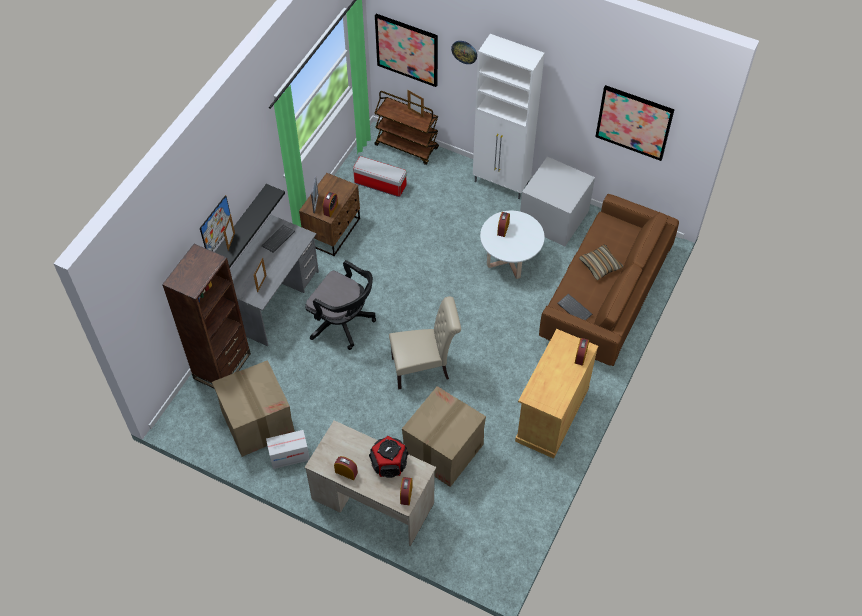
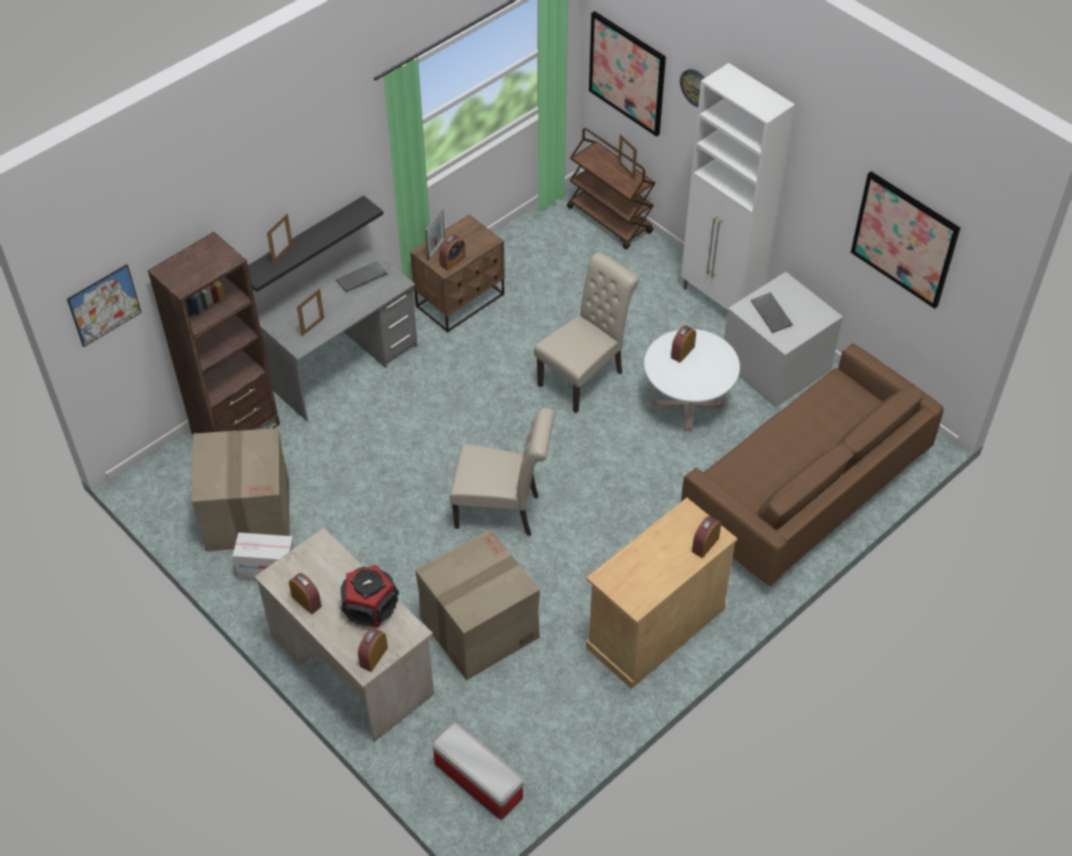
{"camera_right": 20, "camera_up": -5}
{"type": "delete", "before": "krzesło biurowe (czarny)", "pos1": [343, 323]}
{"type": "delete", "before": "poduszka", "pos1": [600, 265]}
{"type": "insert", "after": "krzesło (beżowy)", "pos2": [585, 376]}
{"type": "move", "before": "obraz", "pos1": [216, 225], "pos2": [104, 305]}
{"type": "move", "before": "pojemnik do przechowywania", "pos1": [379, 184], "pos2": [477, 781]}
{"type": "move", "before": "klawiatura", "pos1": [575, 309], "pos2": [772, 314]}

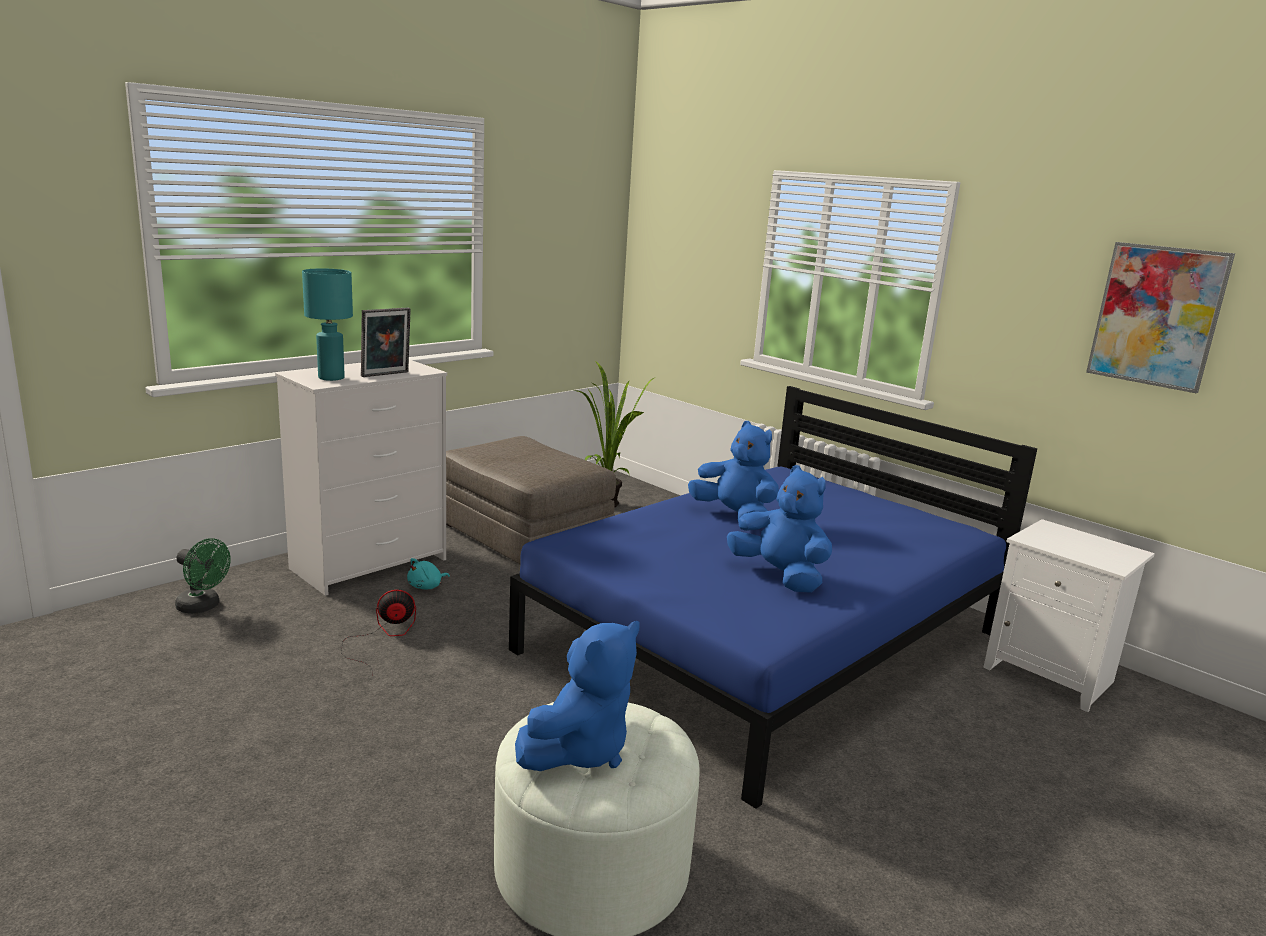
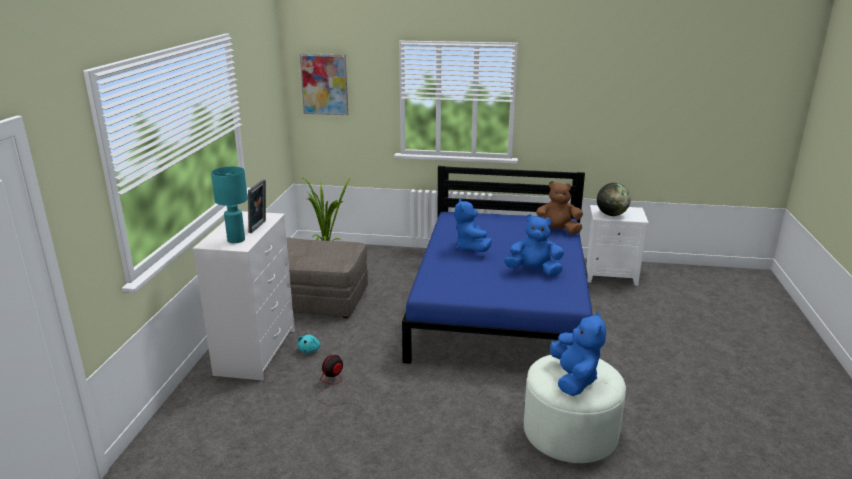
{"camera_right": -35, "camera_up": 5}
{"type": "delete", "before": "wentylator (zielony)", "pos1": [203, 607]}
{"type": "insert", "after": "pluszak (brązowy)", "pos2": [556, 231]}
{"type": "insert", "after": "globus", "pos2": [611, 215]}
{"type": "move", "before": "obraz", "pos1": [1157, 316], "pos2": [324, 84]}
{"type": "rotate", "before": "pluszak (niebieski)", "pos1": [734, 517], "pos2": [471, 248], "turn": -105}

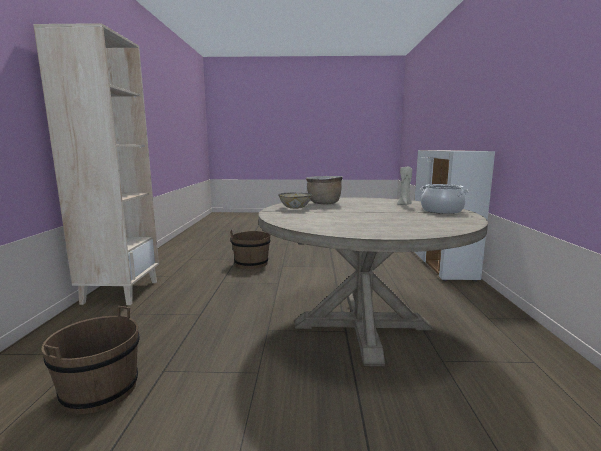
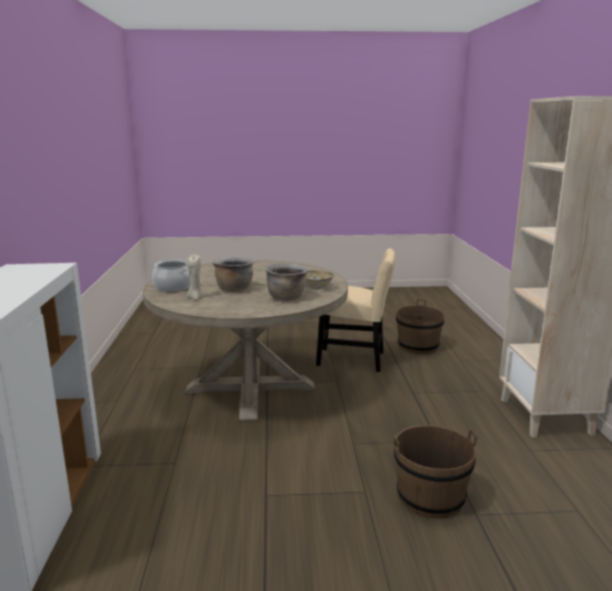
{"camera_right": 175, "camera_up": 5}
{"type": "insert", "after": "garnek (brązowy)", "pos2": [234, 289]}
{"type": "insert", "after": "krzesło (beżowy)", "pos2": [355, 359]}

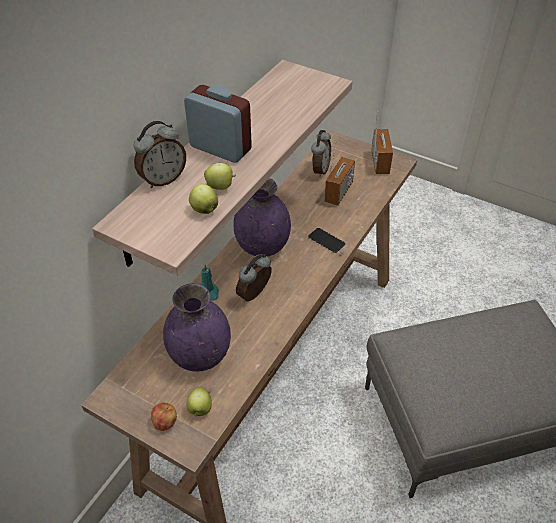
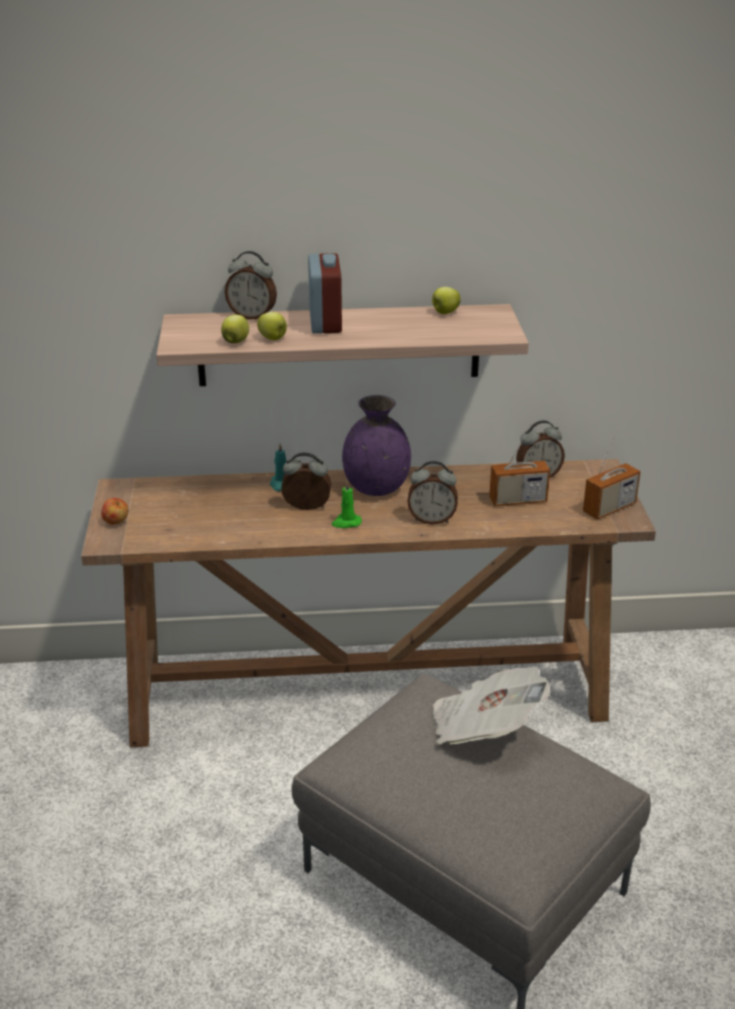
{"camera_right": 55, "camera_up": -15}
{"type": "delete", "before": "wazon (fioletowy)", "pos1": [199, 355]}
{"type": "insert", "after": "świeca (zielony)", "pos2": [346, 522]}
{"type": "insert", "after": "gazeta", "pos2": [484, 728]}
{"type": "move", "before": "jabłko", "pos1": [200, 409], "pos2": [444, 313]}
{"type": "replace", "before": "telefon", "after": "budzik", "pos1": [326, 240], "pos2": [432, 519]}

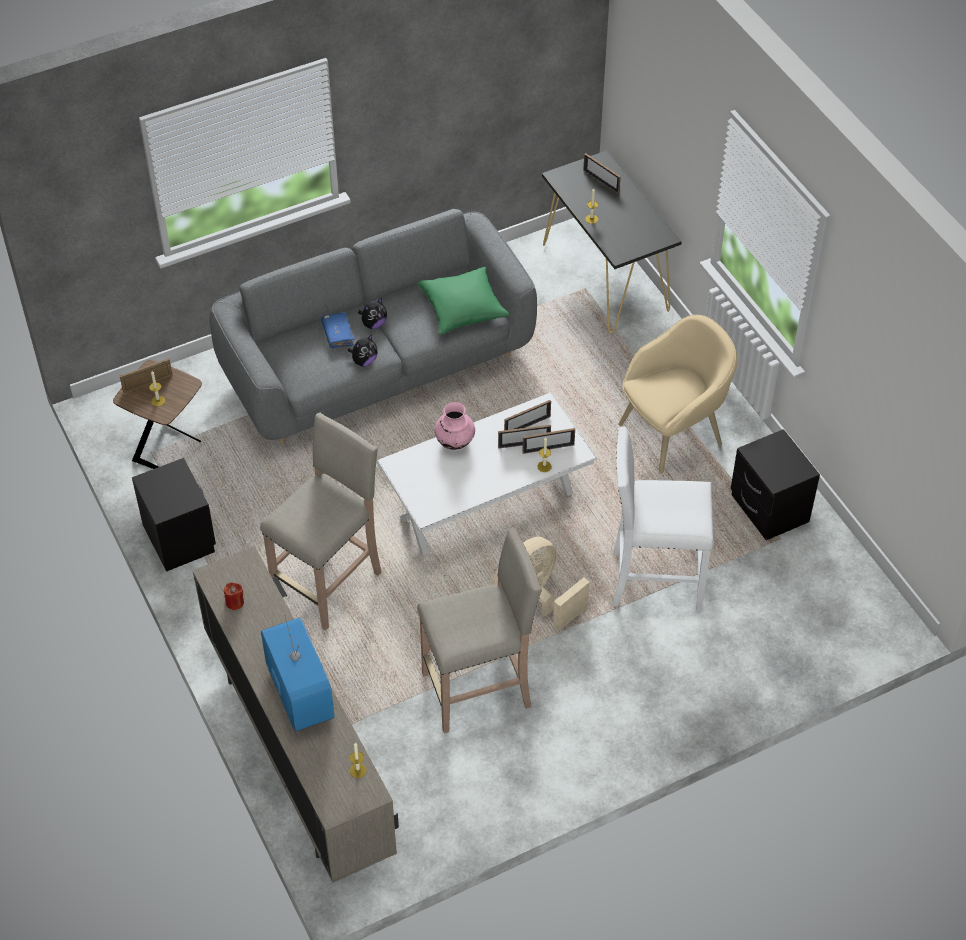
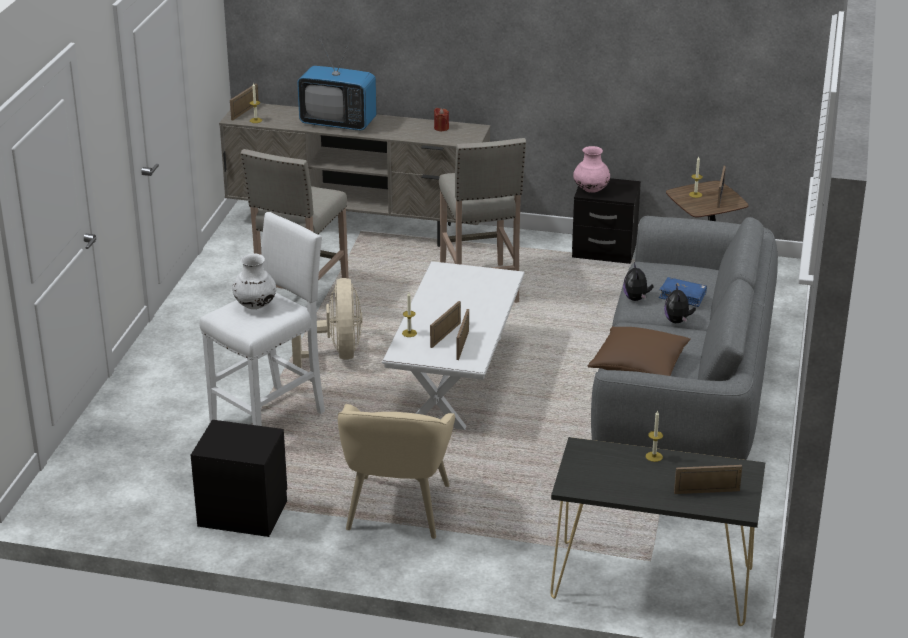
{"camera_right": 130, "camera_up": -20}
{"type": "insert", "after": "wazon (biały)", "pos2": [255, 305]}
{"type": "move", "before": "wazon (różowy)", "pos1": [454, 442], "pos2": [591, 190]}
{"type": "move", "before": "ramka na zdjęcie", "pos1": [548, 448], "pos2": [245, 111]}
{"type": "recolor", "before": "poduszka (zielony)", "after": "poduszka (brązowy)", "pos1": [463, 308], "pos2": [638, 366]}

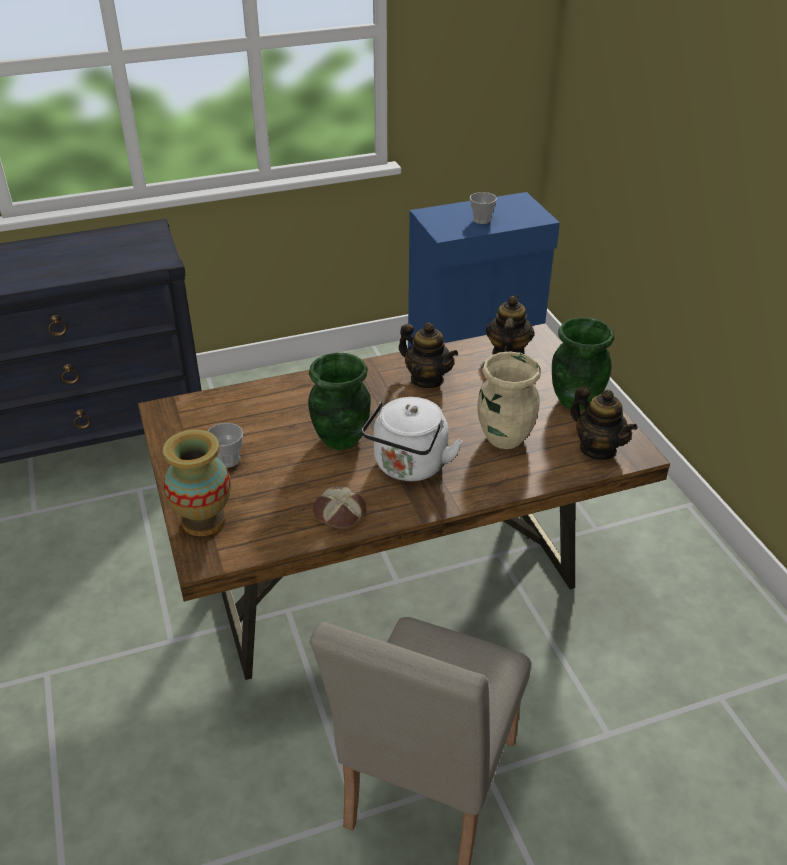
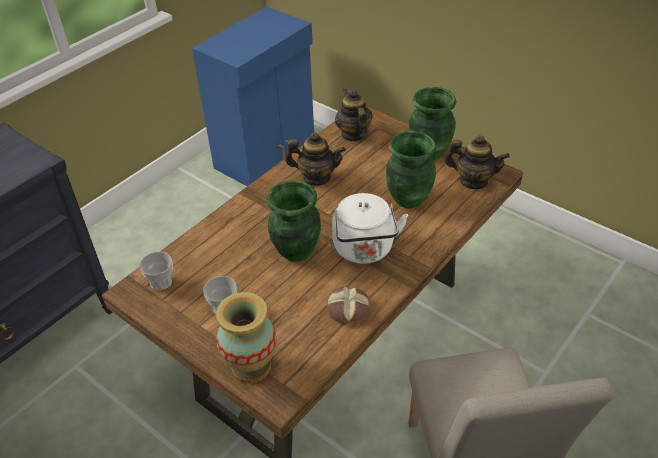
{"camera_right": -30, "camera_up": 5}
{"type": "move", "before": "filiżanka", "pos1": [481, 220], "pos2": [161, 282]}
{"type": "recolor", "before": "wazon (beżowy)", "after": "wazon (zielony)", "pos1": [504, 437], "pos2": [408, 199]}

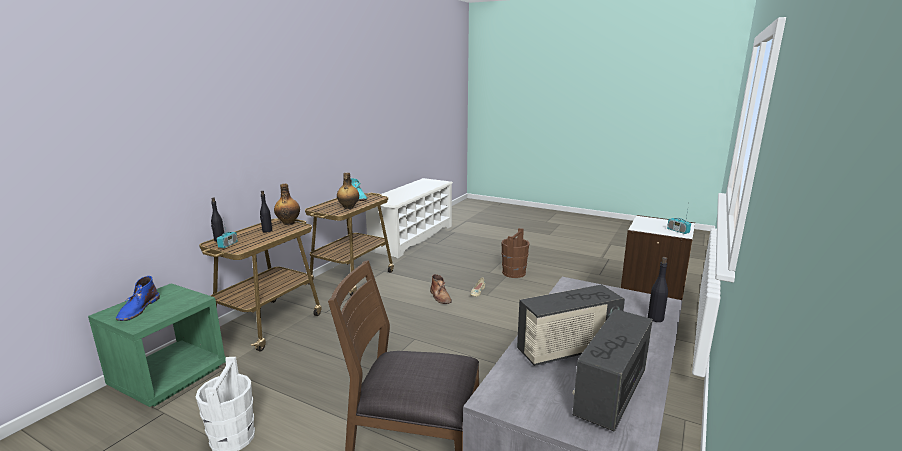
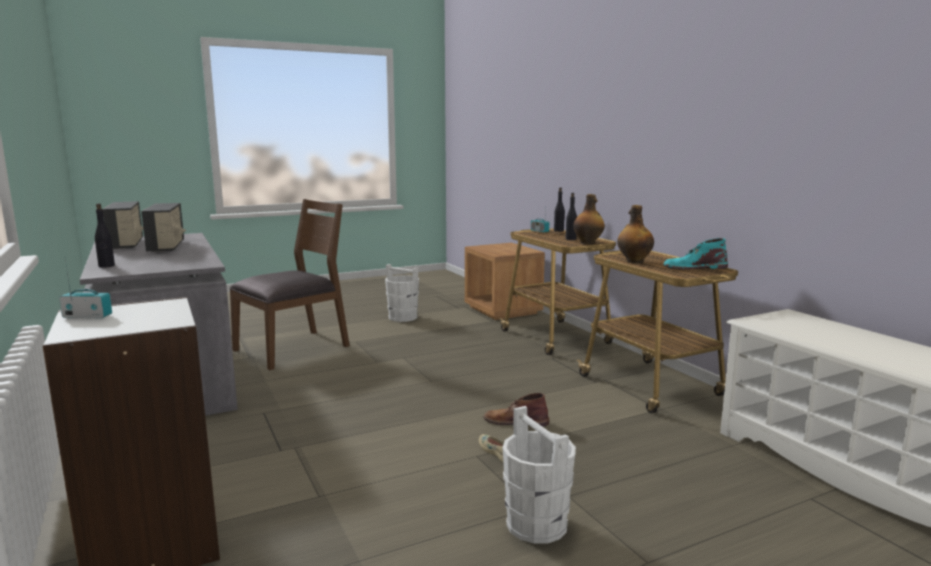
{"camera_right": 125, "camera_up": -5}
{"type": "delete", "before": "but z cholewką (niebieski)", "pos1": [138, 309]}
{"type": "recolor", "before": "szafka nocna (zielony)", "after": "szafka nocna (brązowy)", "pos1": [169, 377], "pos2": [503, 310]}
{"type": "recolor", "before": "wiadro (brązowy)", "after": "wiadro (biały)", "pos1": [514, 273], "pos2": [537, 525]}
{"type": "rotate", "before": "radio", "pos1": [568, 350], "pos2": [167, 247], "turn": 150}

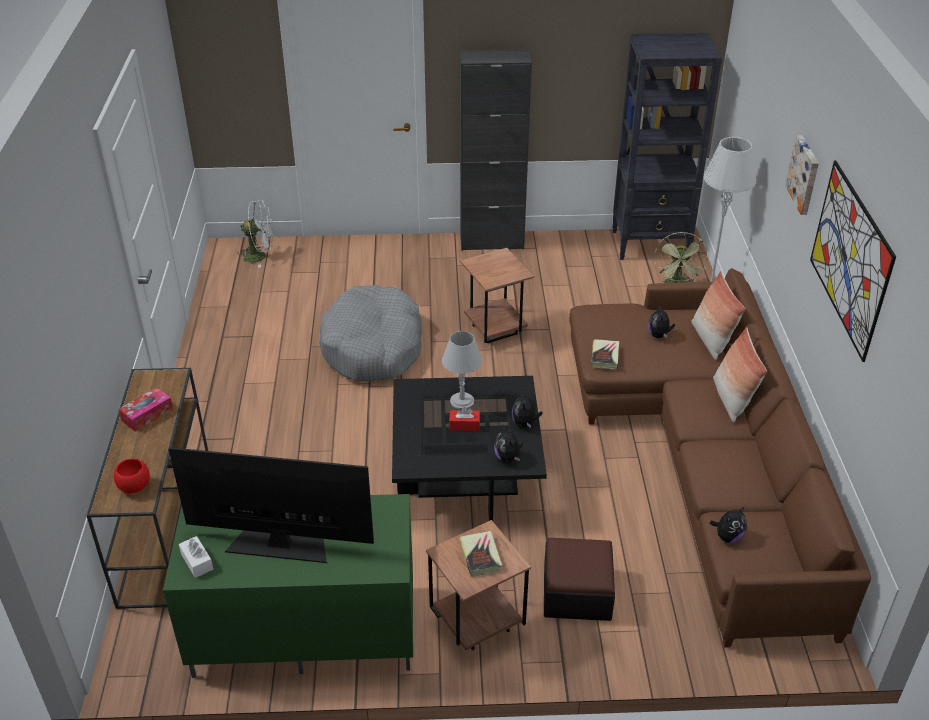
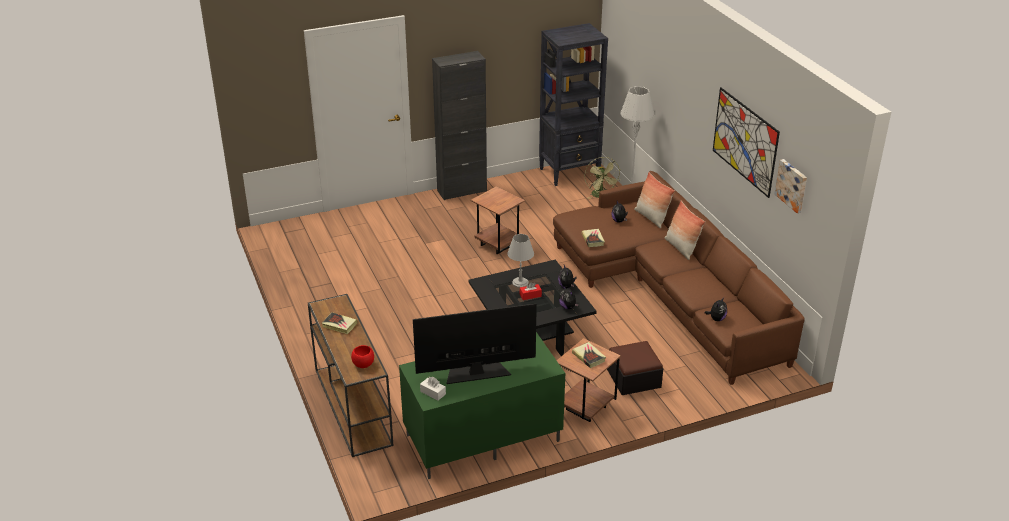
{"camera_right": -20, "camera_up": -5}
{"type": "delete", "before": "wentylator (biały)", "pos1": [260, 256]}
{"type": "delete", "before": "legowisko (szary)", "pos1": [373, 347]}
{"type": "move", "before": "obraz", "pos1": [805, 174], "pos2": [792, 185]}
{"type": "replace", "before": "pudełko chusteczek", "after": "książka", "pos1": [147, 414], "pos2": [339, 325]}

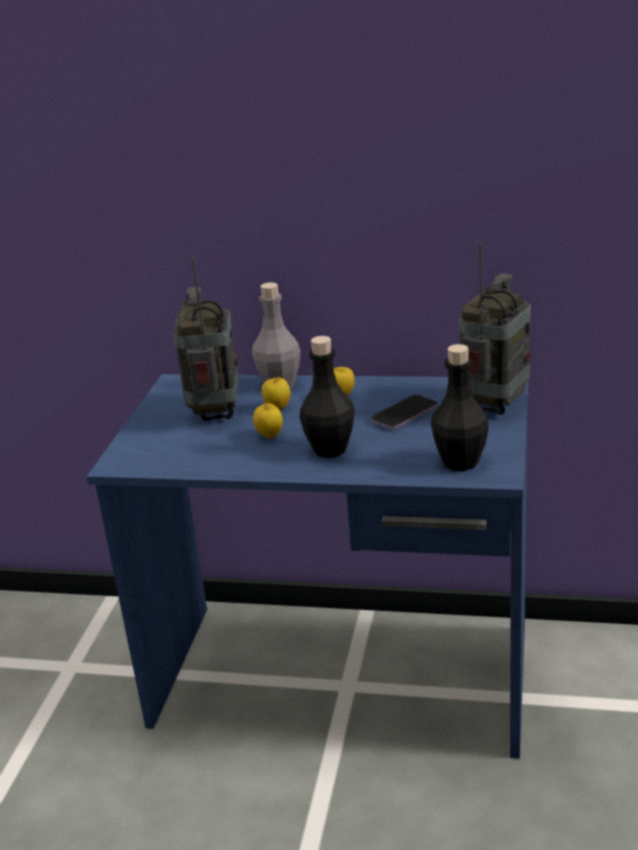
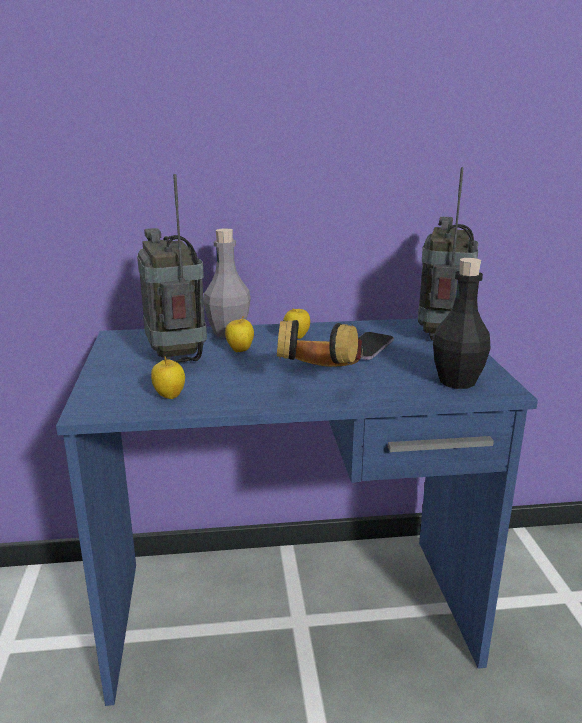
{"camera_right": -20, "camera_up": -5}
{"type": "move", "before": "jabłko", "pos1": [269, 435], "pos2": [169, 396]}
{"type": "replace", "before": "butelka (czarny)", "after": "słuchawki", "pos1": [330, 449], "pos2": [320, 380]}

